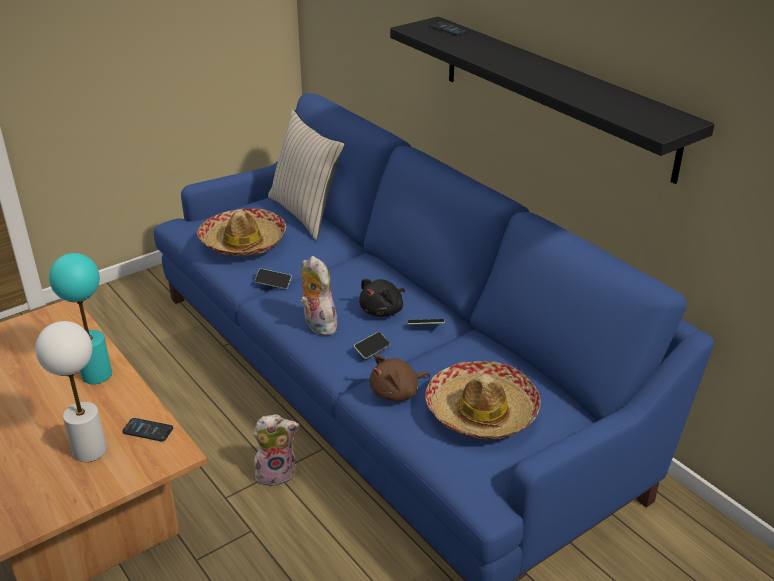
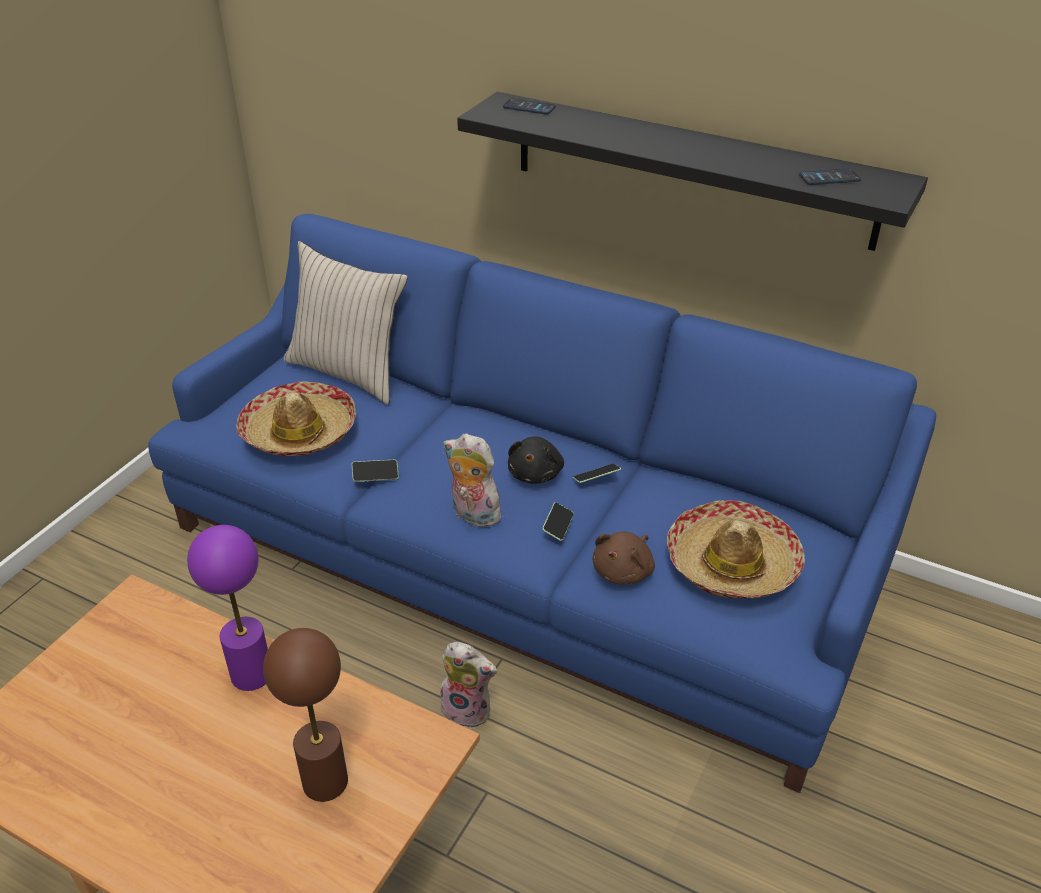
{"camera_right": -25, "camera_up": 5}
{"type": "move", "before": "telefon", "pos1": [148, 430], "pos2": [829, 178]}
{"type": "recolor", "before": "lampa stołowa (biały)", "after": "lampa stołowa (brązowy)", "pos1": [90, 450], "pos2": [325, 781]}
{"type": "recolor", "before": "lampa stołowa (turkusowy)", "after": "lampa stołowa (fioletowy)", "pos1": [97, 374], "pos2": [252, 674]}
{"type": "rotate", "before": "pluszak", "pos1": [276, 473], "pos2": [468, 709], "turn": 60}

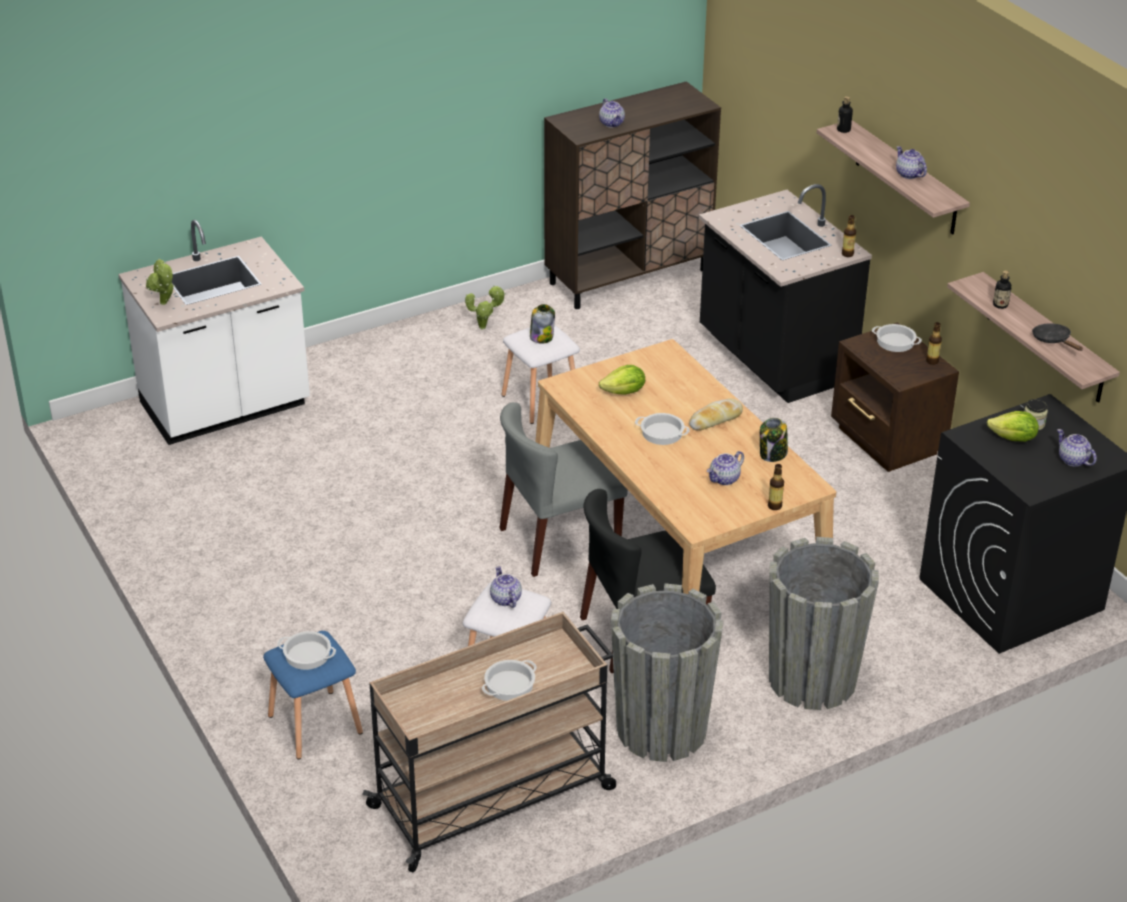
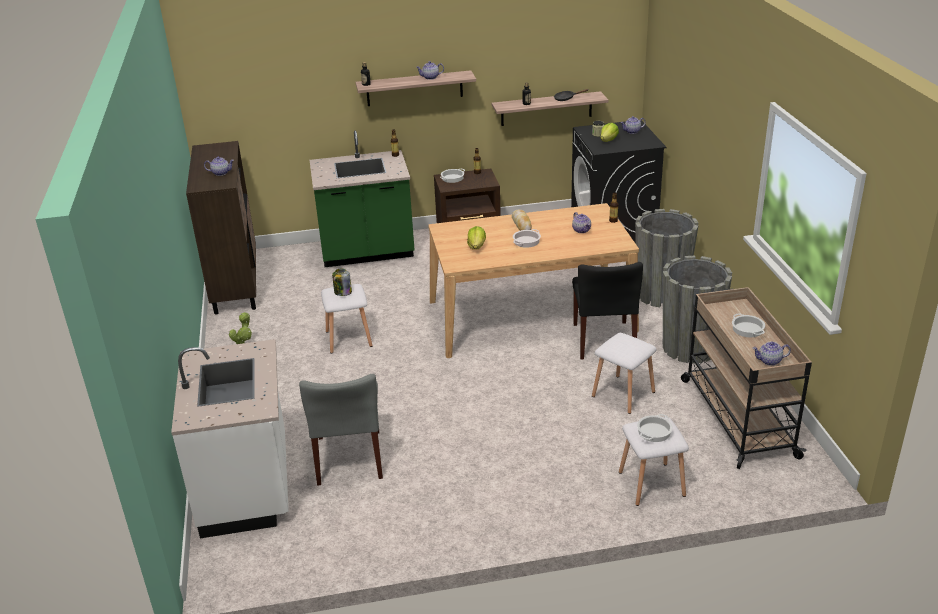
{"camera_right": -70, "camera_up": -5}
{"type": "delete", "before": "roślina doniczkowa", "pos1": [164, 304]}
{"type": "delete", "before": "słoik", "pos1": [773, 454]}
{"type": "move", "before": "imbryk", "pos1": [505, 599], "pos2": [769, 361]}
{"type": "move", "before": "krzesło (szary)", "pos1": [559, 540], "pos2": [350, 458]}
{"type": "recolor", "before": "stołek (niebieski)", "after": "stołek (biały)", "pos1": [313, 723], "pos2": [650, 484]}
{"type": "recolor", "before": "zabudowa kuchenna (czarny)", "after": "zabudowa kuchenna (zielony)", "pos1": [773, 359], "pos2": [367, 252]}

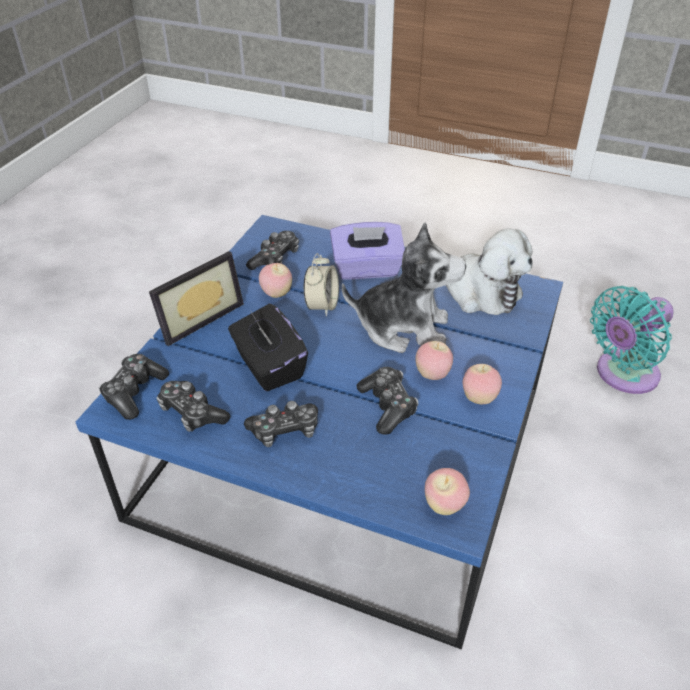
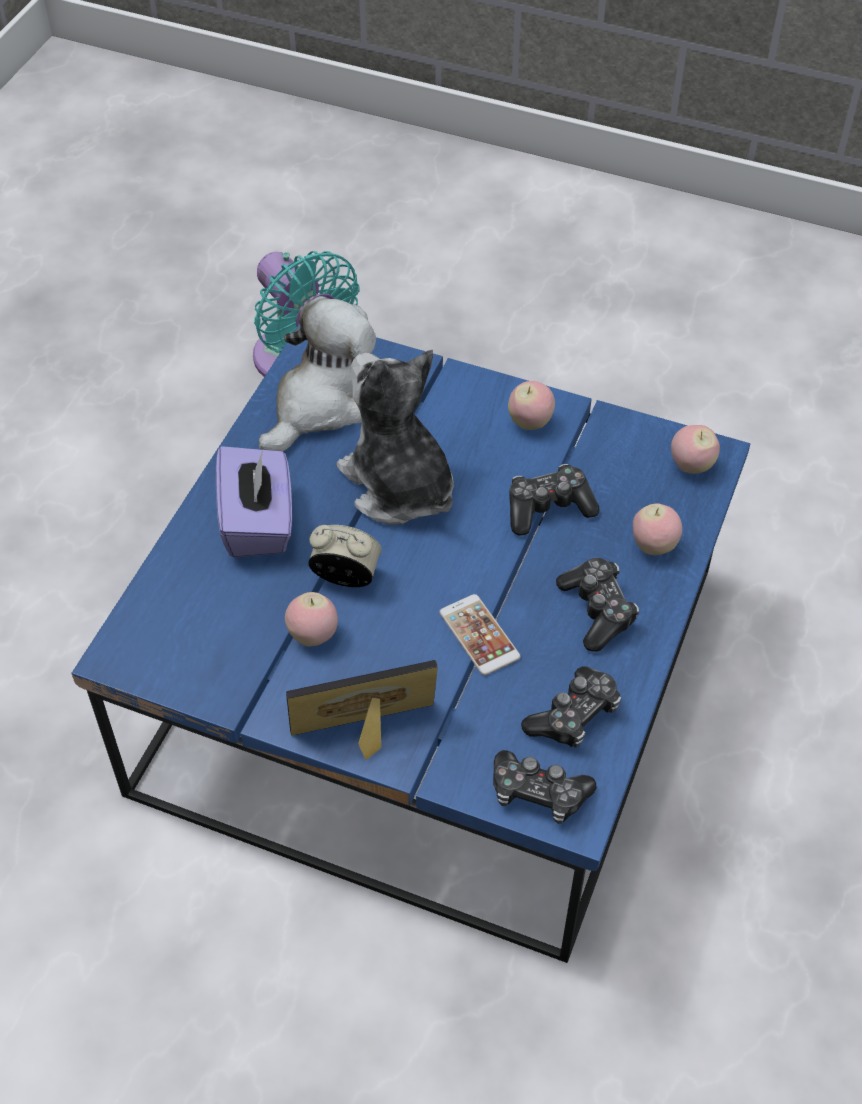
{"camera_right": -90, "camera_up": 10}
{"type": "delete", "before": "pad do gier", "pos1": [275, 259]}
{"type": "move", "before": "jabłko", "pos1": [432, 375], "pos2": [653, 546]}
{"type": "replace", "before": "pudełko chusteczek (czarny)", "after": "telefon", "pos1": [269, 366], "pos2": [479, 635]}
{"type": "rotate", "before": "ramka na zdjęcie", "pos1": [197, 317], "pos2": [367, 737], "turn": -60}
{"type": "rotate", "before": "pluszak", "pos1": [403, 328], "pos2": [398, 486], "turn": -45}

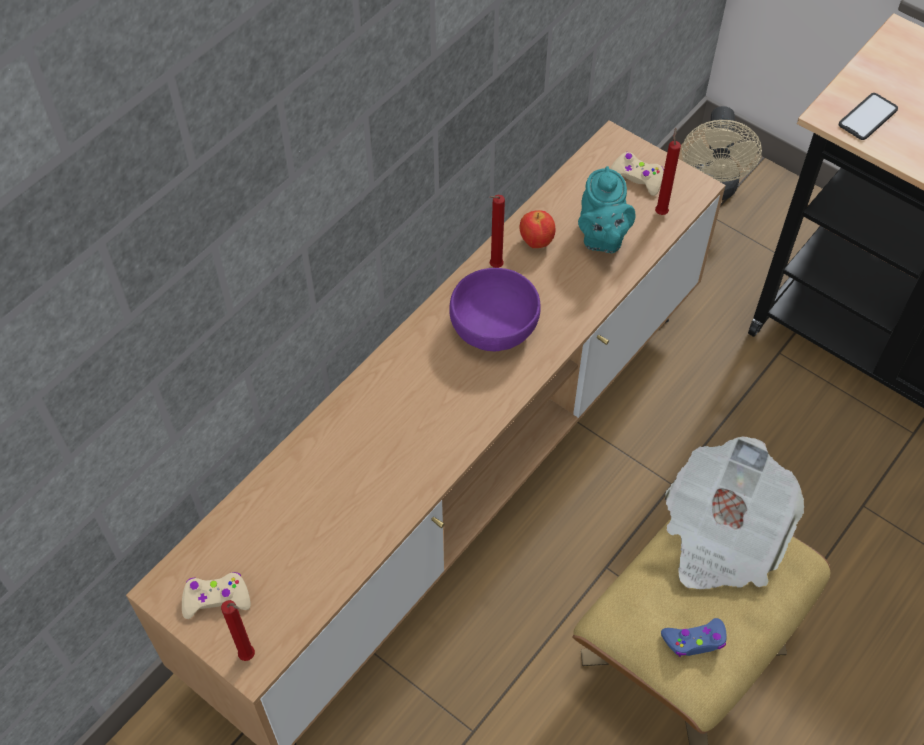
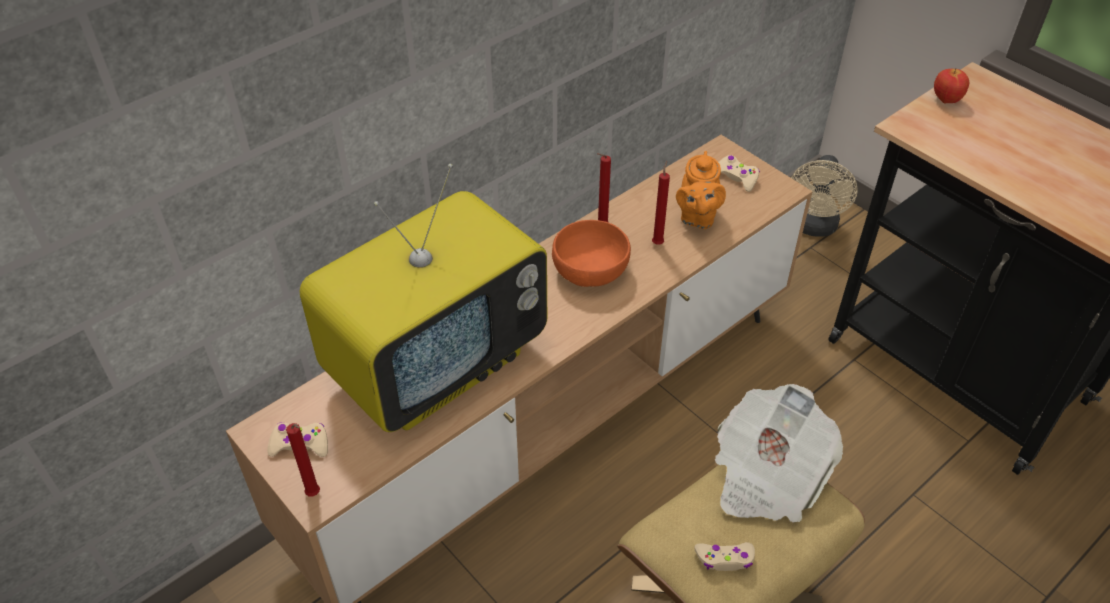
{"camera_right": 10, "camera_up": -10}
{"type": "delete", "before": "telefon", "pos1": [867, 117]}
{"type": "insert", "after": "telewizor", "pos2": [437, 363]}
{"type": "move", "before": "jabłko", "pos1": [535, 242], "pos2": [945, 100]}
{"type": "move", "before": "świeca (czerwony)", "pos1": [661, 211], "pos2": [658, 242]}
{"type": "recolor", "before": "miska (fioletowy)", "after": "miska (pomarańczowy)", "pos1": [495, 325], "pos2": [591, 270]}
{"type": "recolor", "before": "imbryk (turkusowy)", "after": "imbryk (pomarańczowy)", "pos1": [601, 238], "pos2": [697, 217]}
{"type": "recolor", "before": "pad do gier (niebieski)", "after": "pad do gier (beżowy)", "pos1": [694, 641], "pos2": [725, 559]}

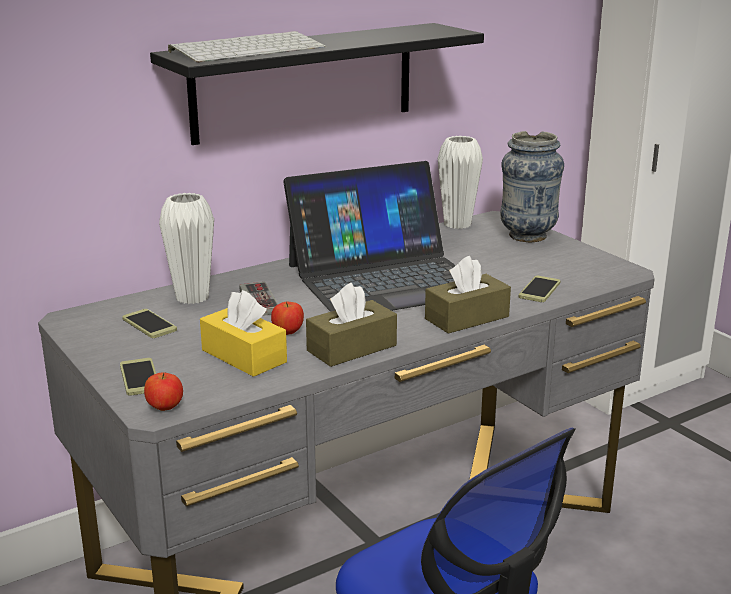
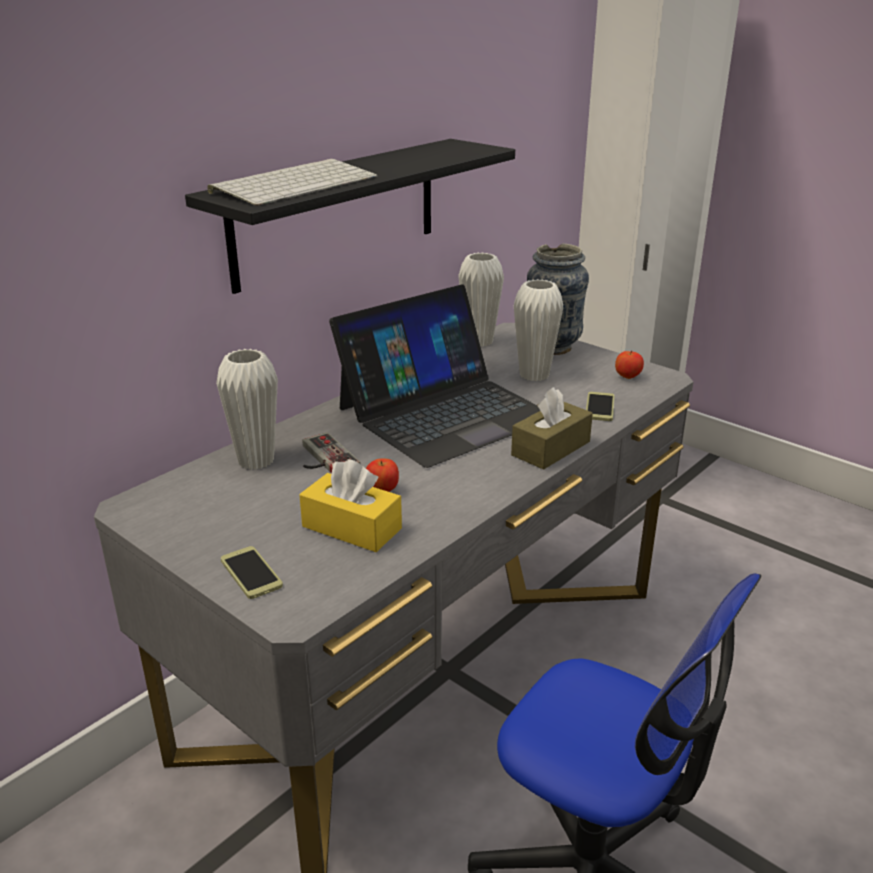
{"camera_right": -15, "camera_up": 5}
{"type": "delete", "before": "telefon", "pos1": [149, 324]}
{"type": "delete", "before": "pudełko chusteczek (brązowy)", "pos1": [351, 348]}
{"type": "insert", "after": "wazon (biały)", "pos2": [534, 375]}
{"type": "move", "before": "jabłko", "pos1": [165, 408], "pos2": [627, 377]}

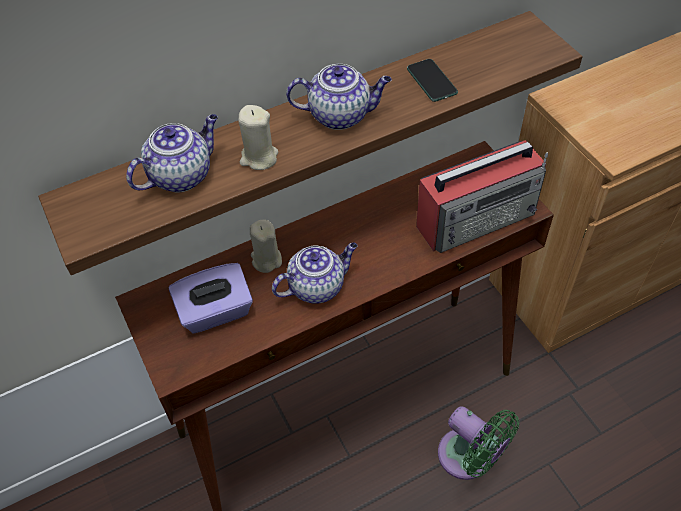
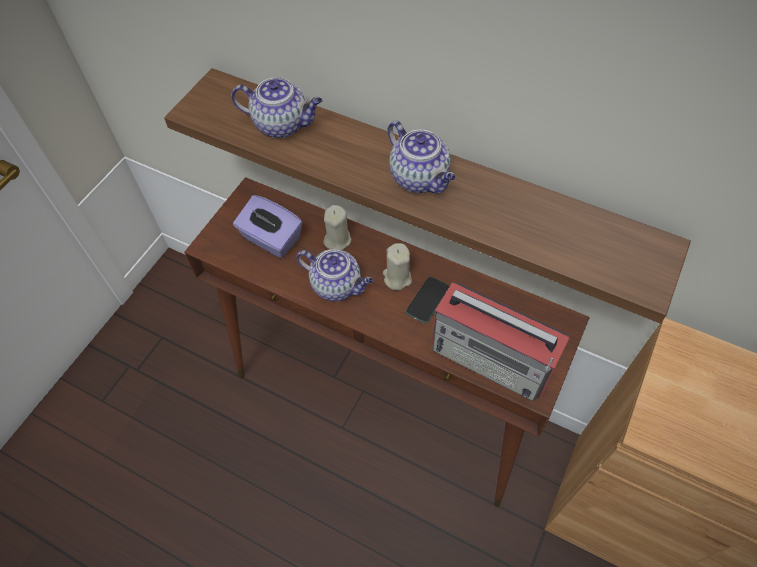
{"camera_right": 55, "camera_up": 5}
{"type": "delete", "before": "wentylator (zielony)", "pos1": [469, 458]}
{"type": "move", "before": "świeca (beżowy)", "pos1": [259, 158], "pos2": [397, 278]}
{"type": "move", "before": "telefon", "pos1": [431, 81], "pos2": [427, 300]}

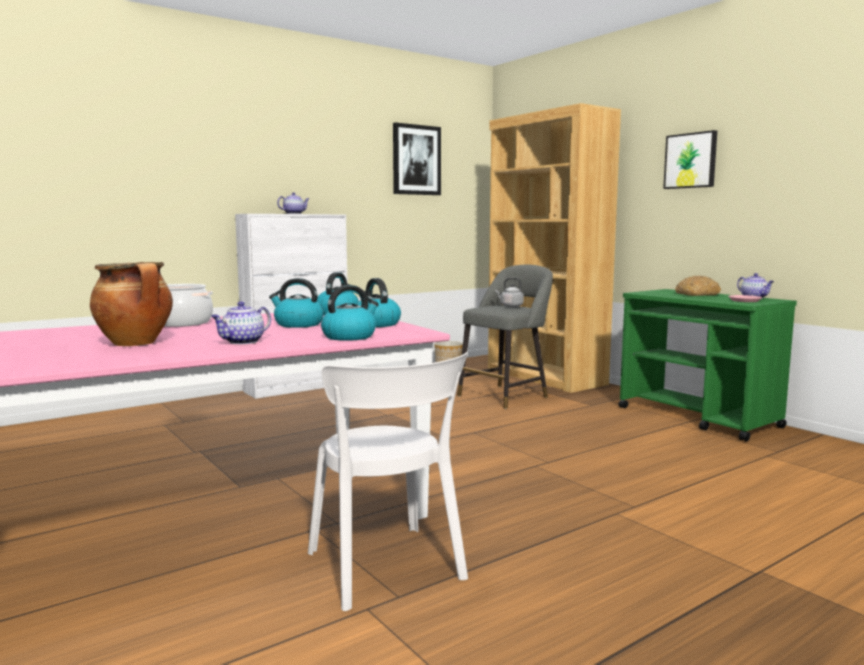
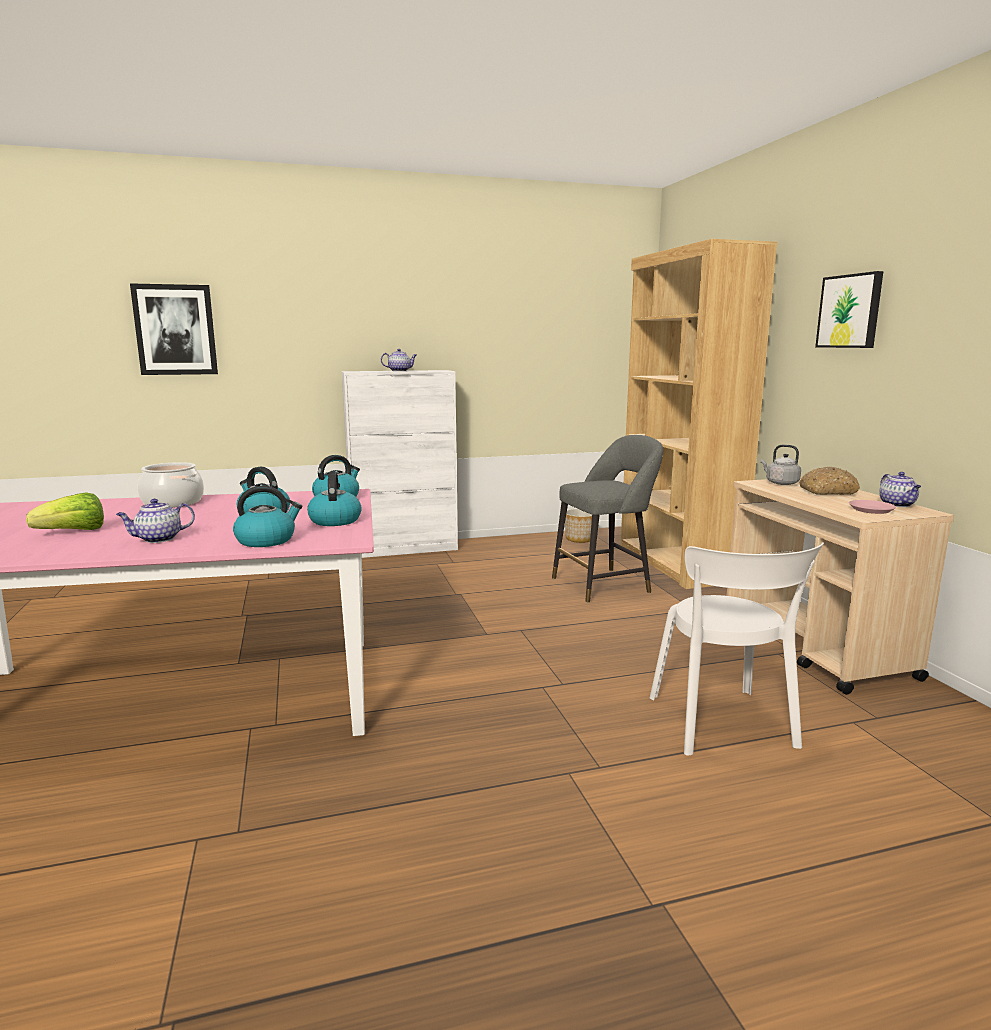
{"camera_right": 20, "camera_up": 5}
{"type": "move", "before": "krzesło (biały)", "pos1": [387, 569], "pos2": [723, 724]}
{"type": "move", "before": "obraz", "pos1": [416, 160], "pos2": [175, 330]}
{"type": "move", "before": "czajnik (szary)", "pos1": [510, 306], "pos2": [780, 483]}
{"type": "replace", "before": "garnek", "after": "sałata", "pos1": [136, 344], "pos2": [73, 532]}
{"type": "recolor", "before": "wózek (zielony)", "after": "wózek (beżowy)", "pos1": [698, 418], "pos2": [815, 647]}

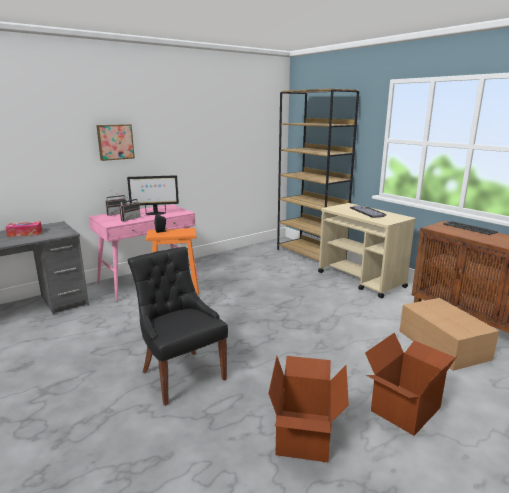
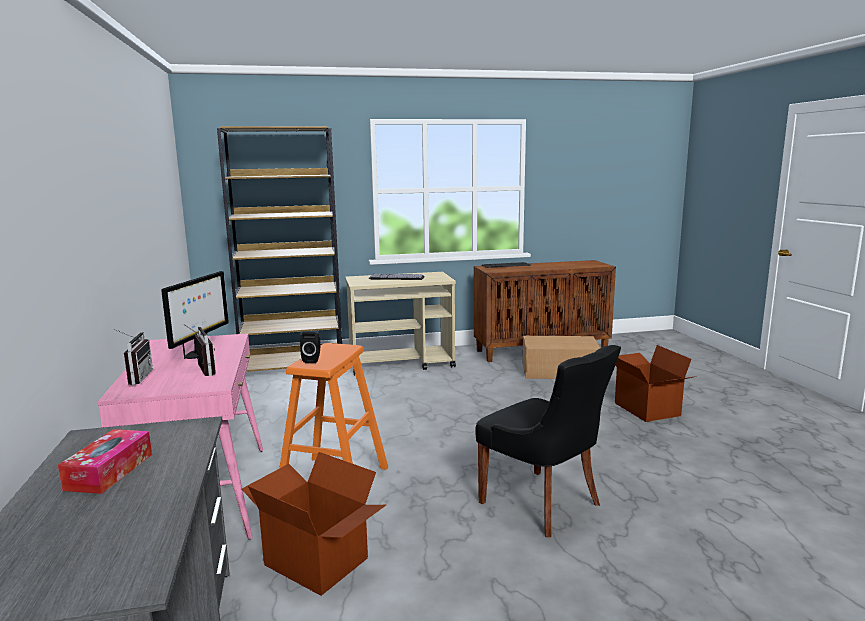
{"camera_right": -65, "camera_up": -5}
{"type": "delete", "before": "obraz", "pos1": [115, 142]}
{"type": "move", "before": "karton", "pos1": [305, 435], "pos2": [317, 560]}
{"type": "rotate", "before": "krzesło (czarny)", "pos1": [181, 374], "pos2": [543, 504], "turn": -120}

